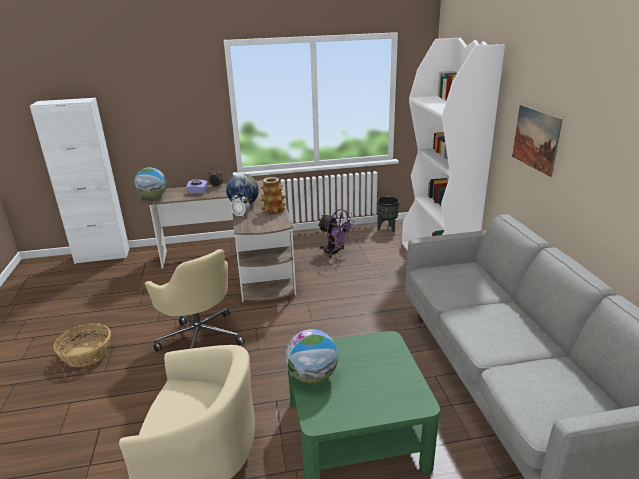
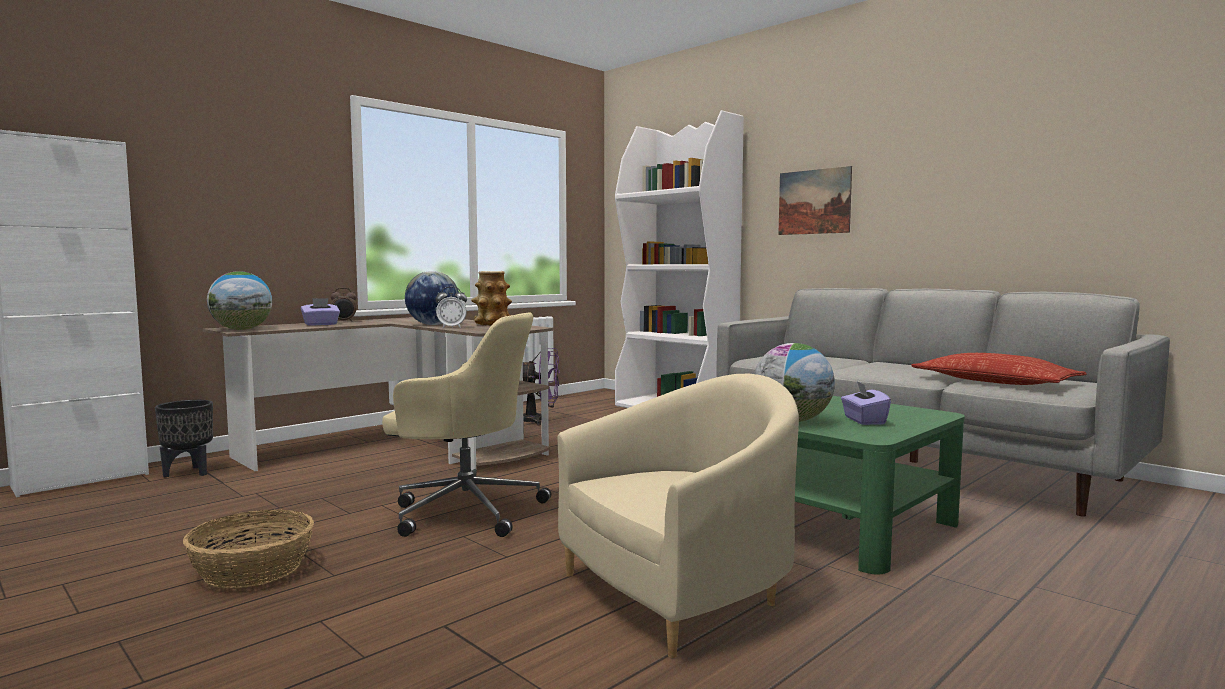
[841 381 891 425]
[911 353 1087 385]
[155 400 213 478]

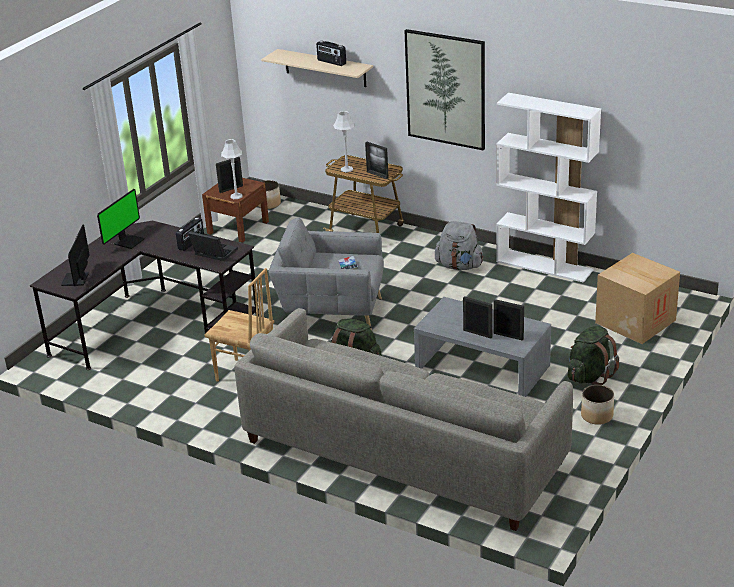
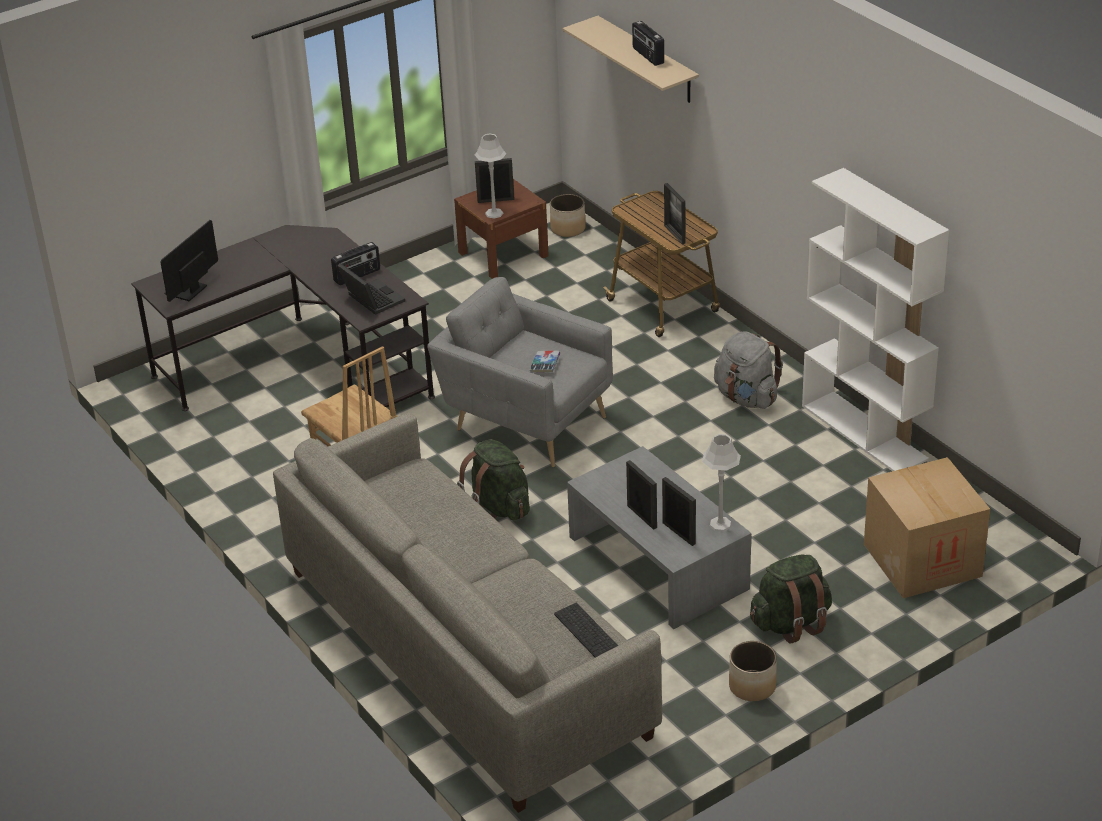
[97 189 145 249] (first image)
[404 29 485 150] (first image)
[554 603 618 658]
[702 434 741 532]

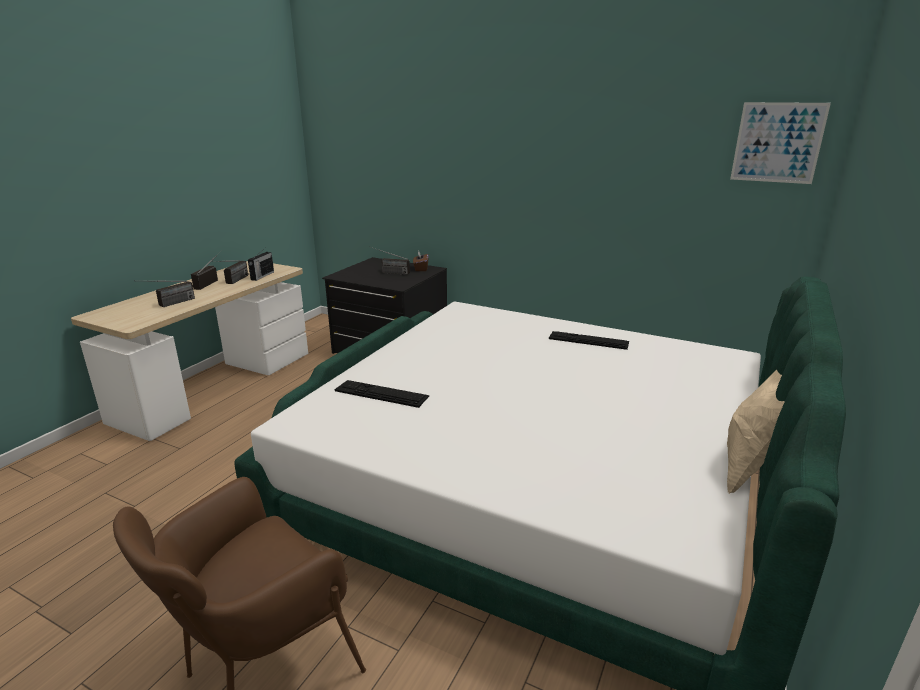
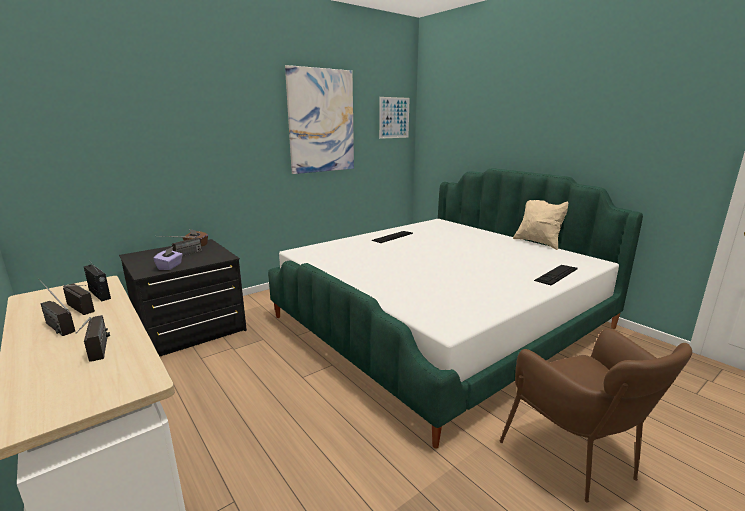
[153 247 183 270]
[285 65 354 174]
[534 265 578 286]

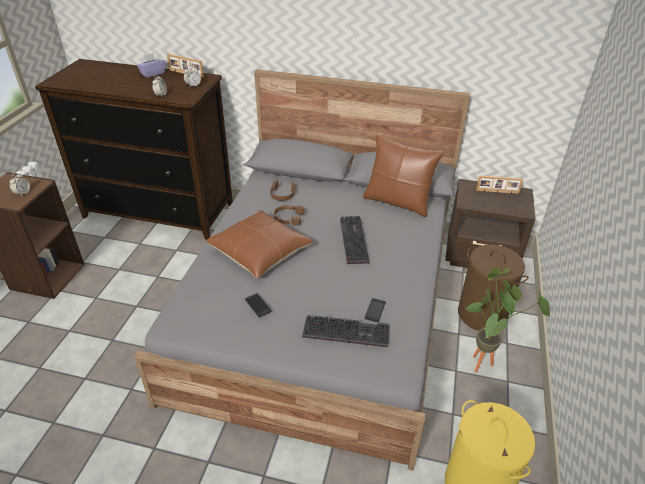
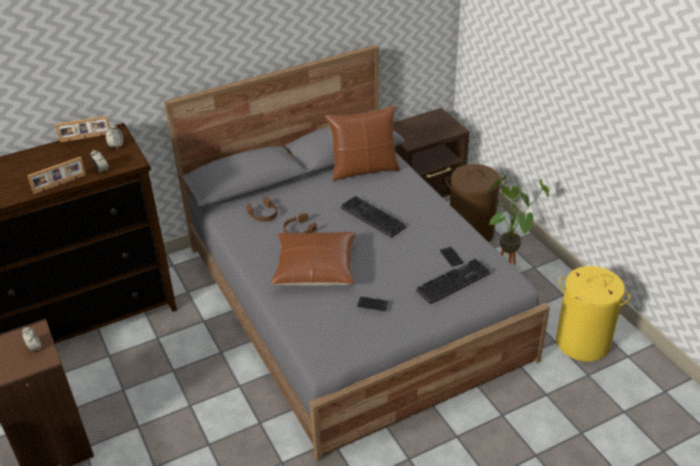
[137 53 166 78] (first image)
[27 157 86 194]

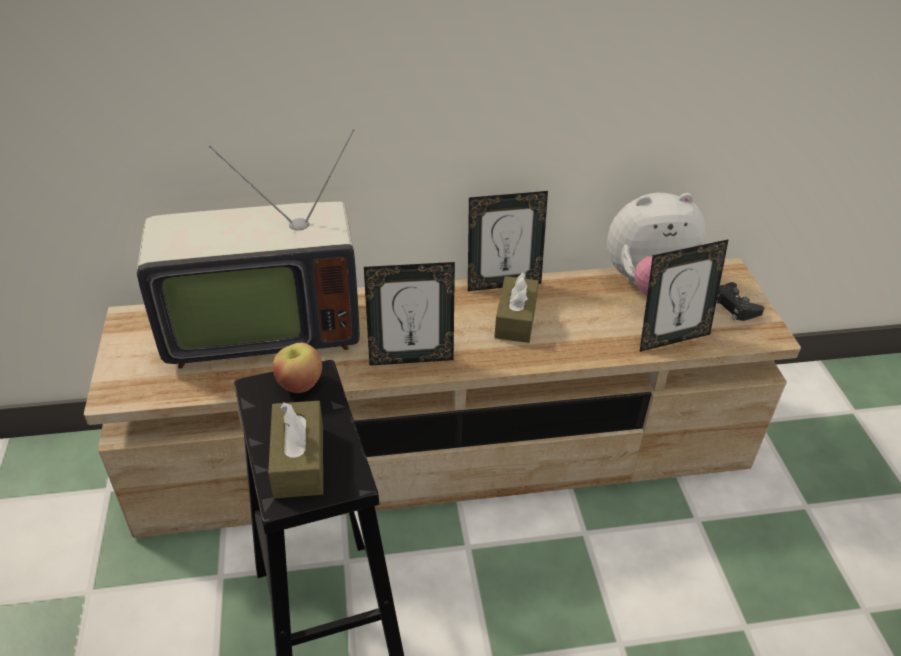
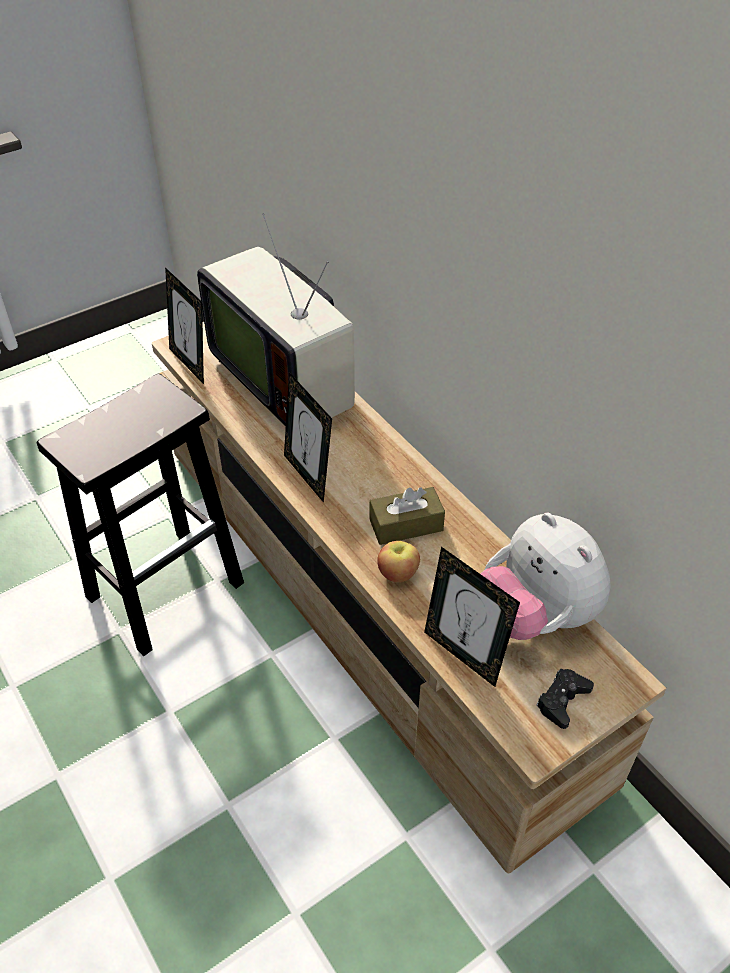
[268 401 323 499] (first image)
[377 541 420 582]
[165 267 204 384]

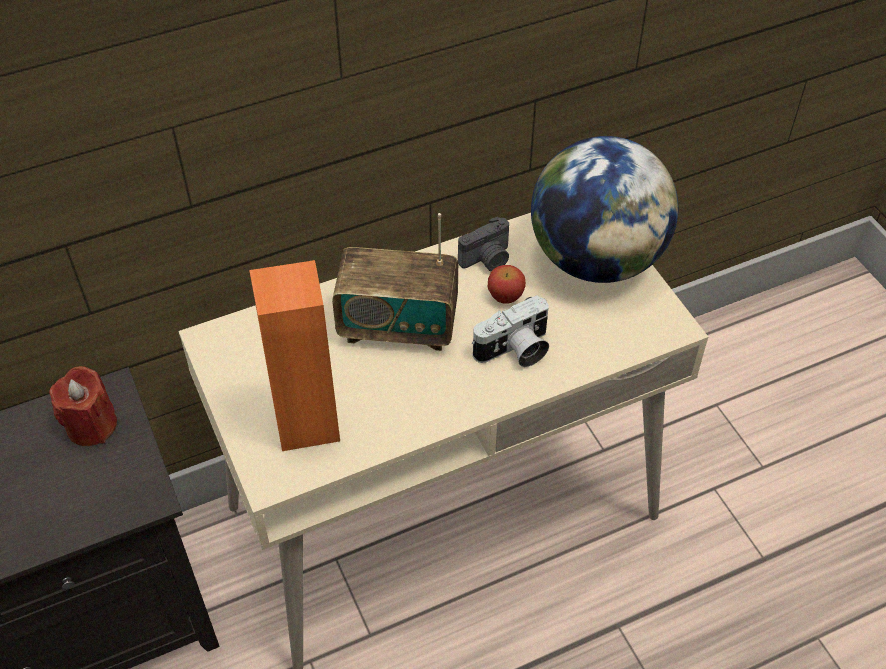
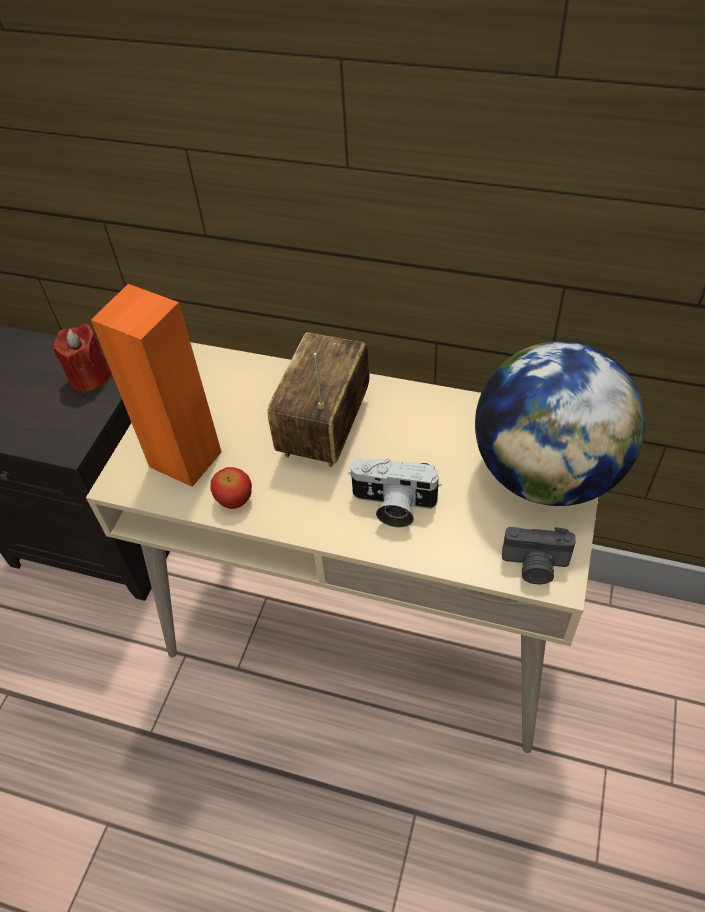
[502 527 575 584]
[210 467 252 509]
[268 332 370 467]

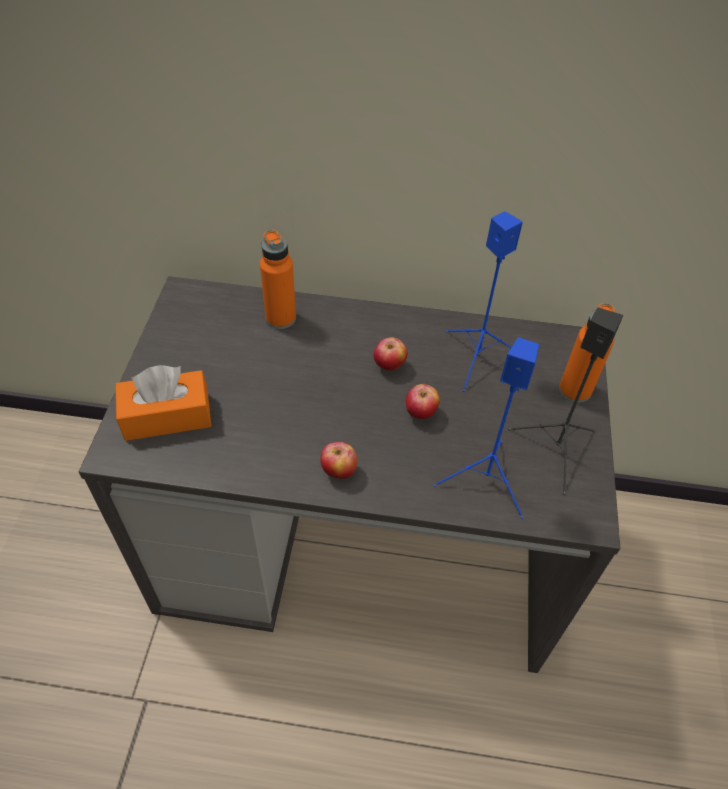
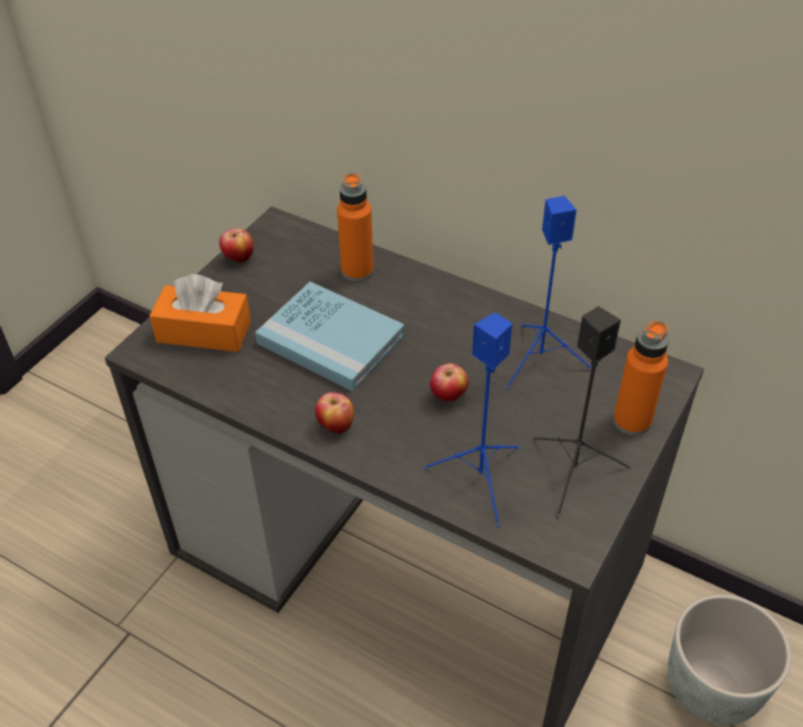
[255 282 405 391]
[668 594 791 725]
[219 228 254 263]

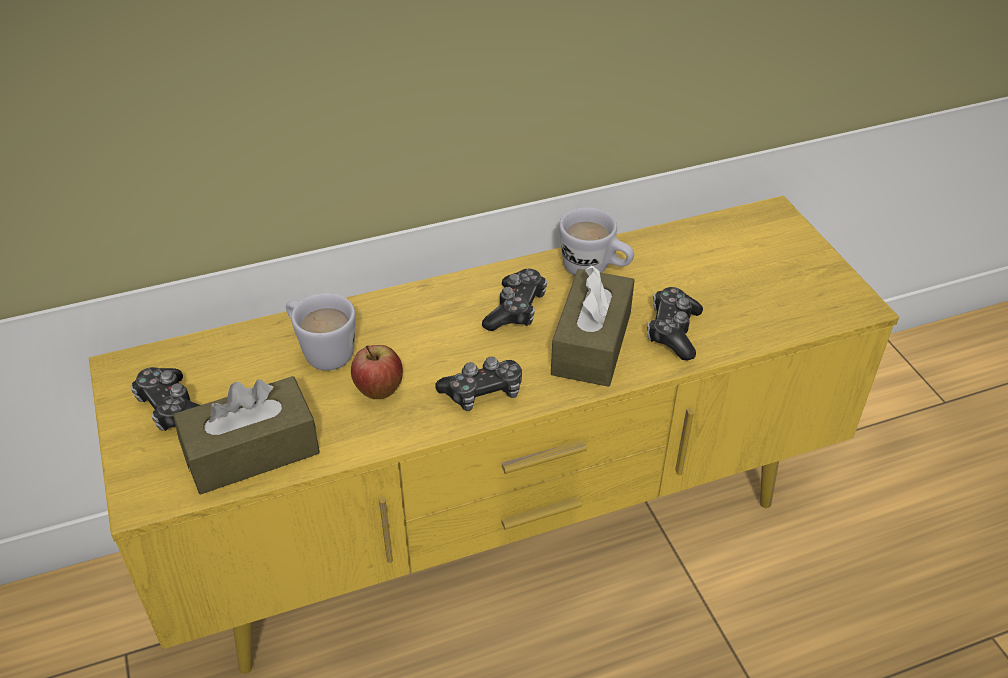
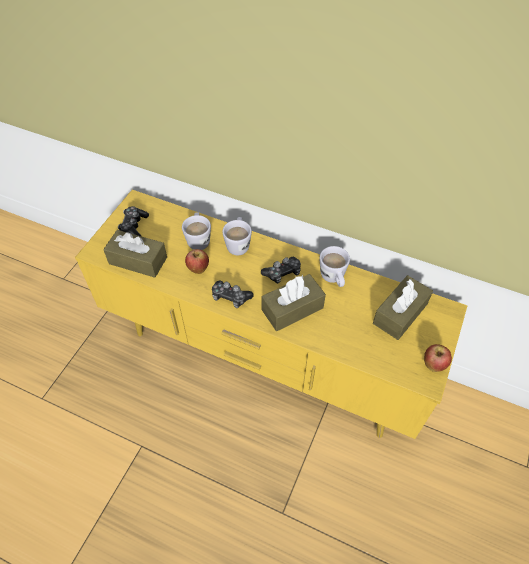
[647 287 703 360] (first image)
[222 217 252 255]
[373 275 433 340]
[424 344 452 372]

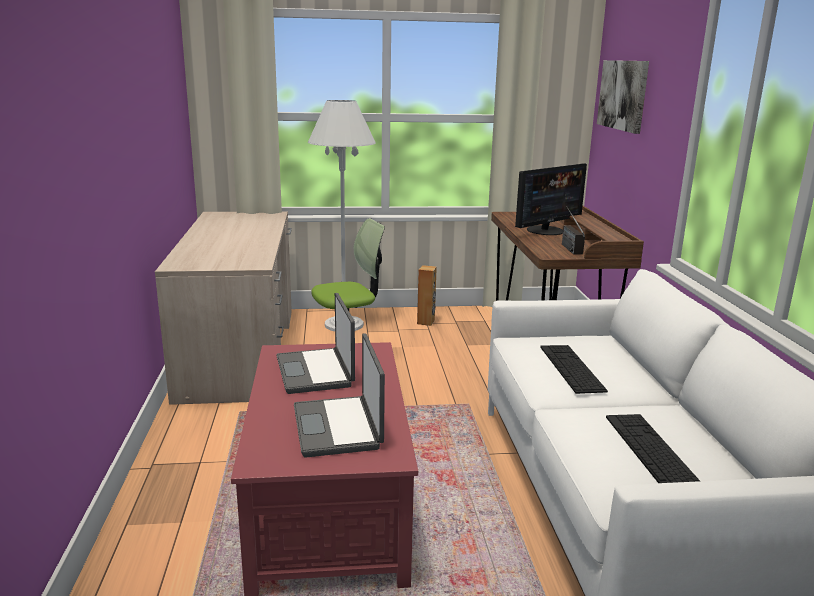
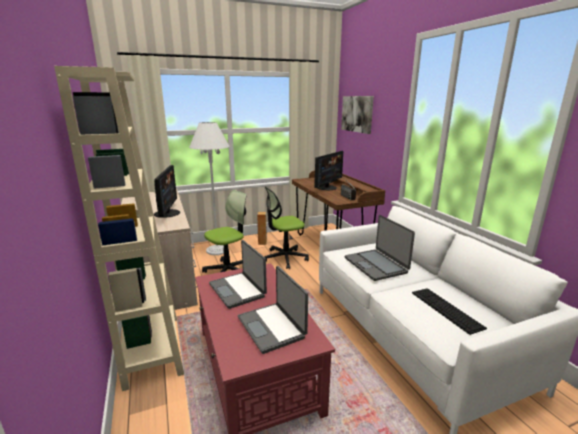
[54 66 184 391]
[154 165 180 218]
[265 186 309 269]
[345 215 415 281]

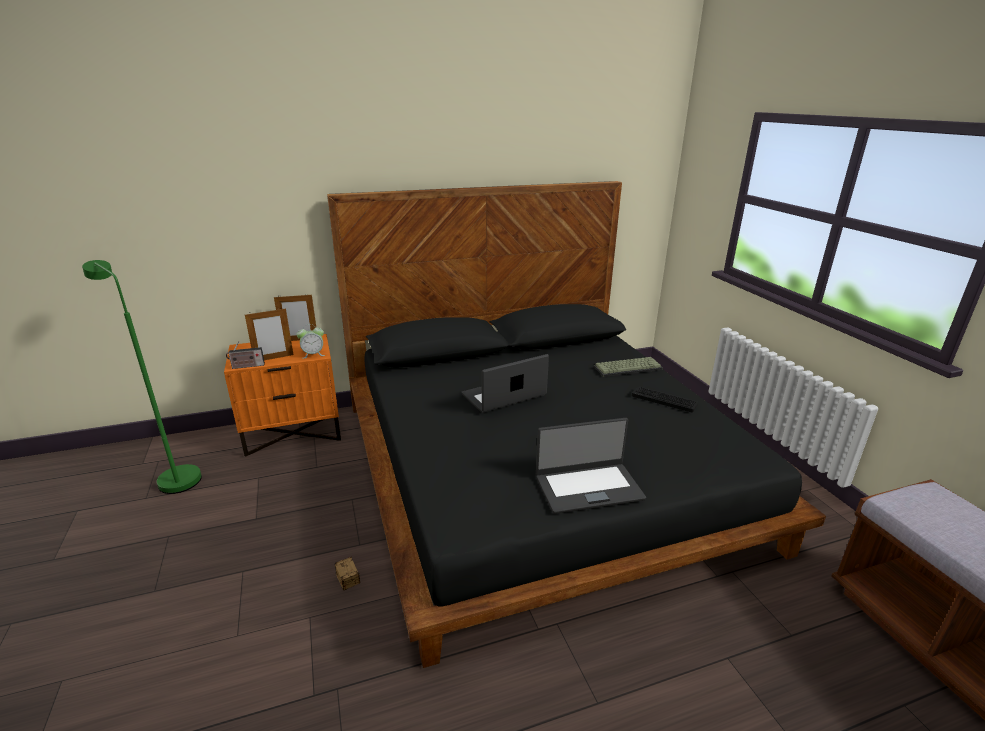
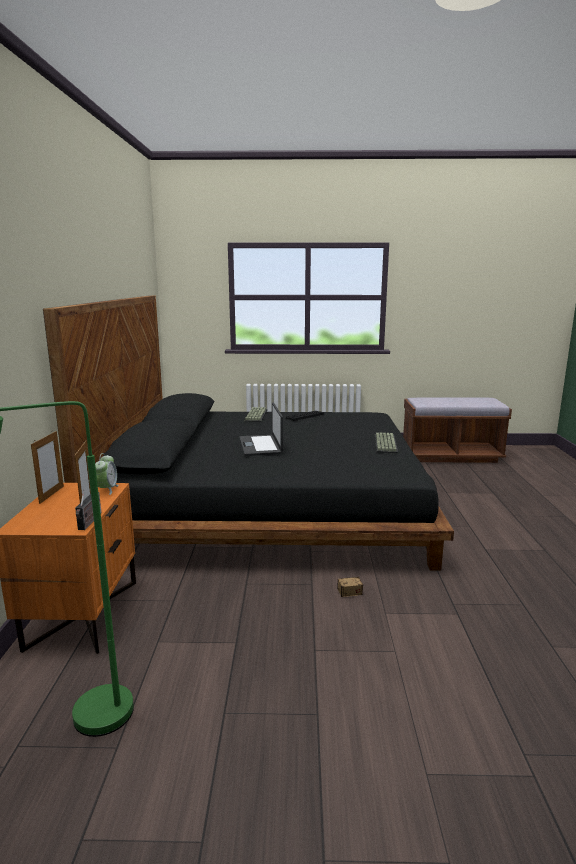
[375 432 398 453]

